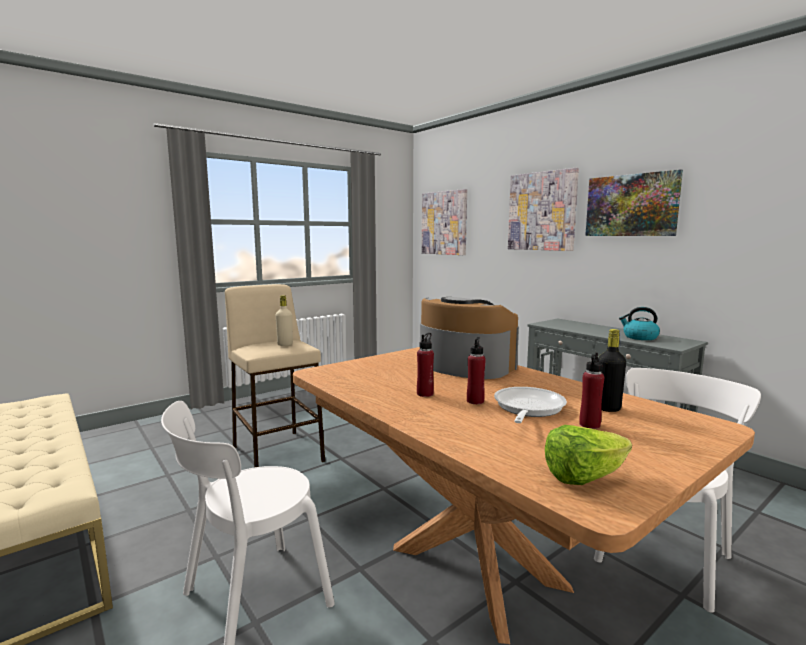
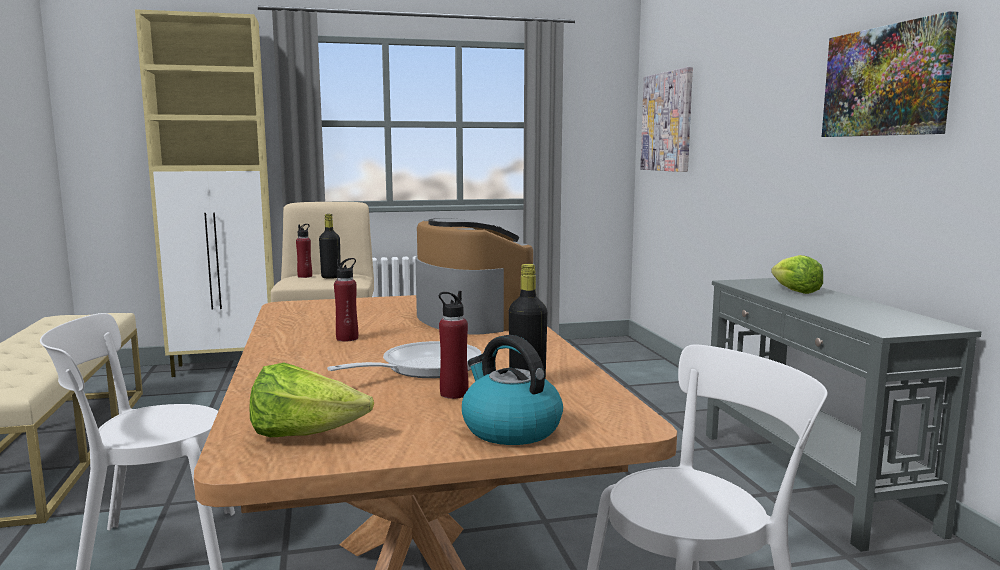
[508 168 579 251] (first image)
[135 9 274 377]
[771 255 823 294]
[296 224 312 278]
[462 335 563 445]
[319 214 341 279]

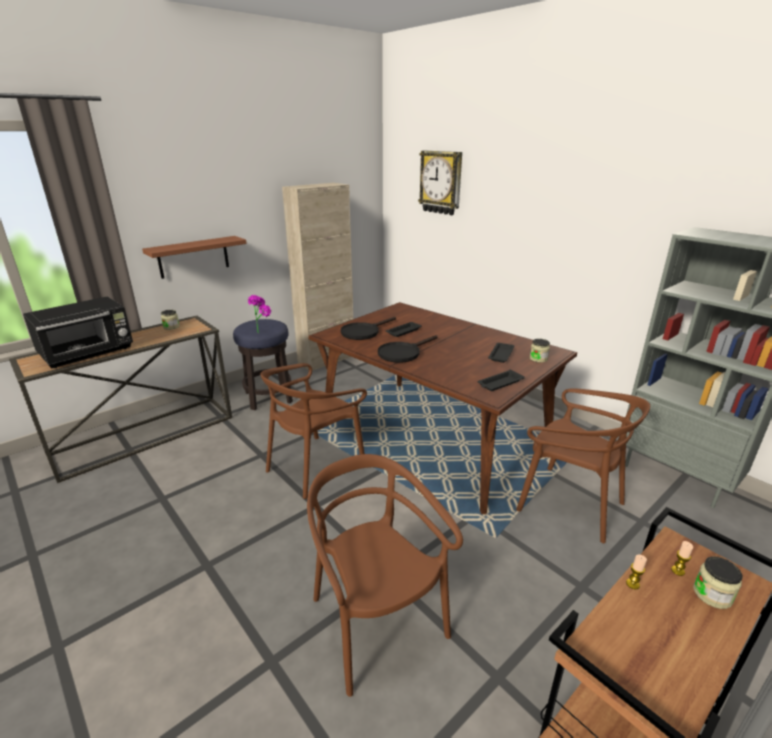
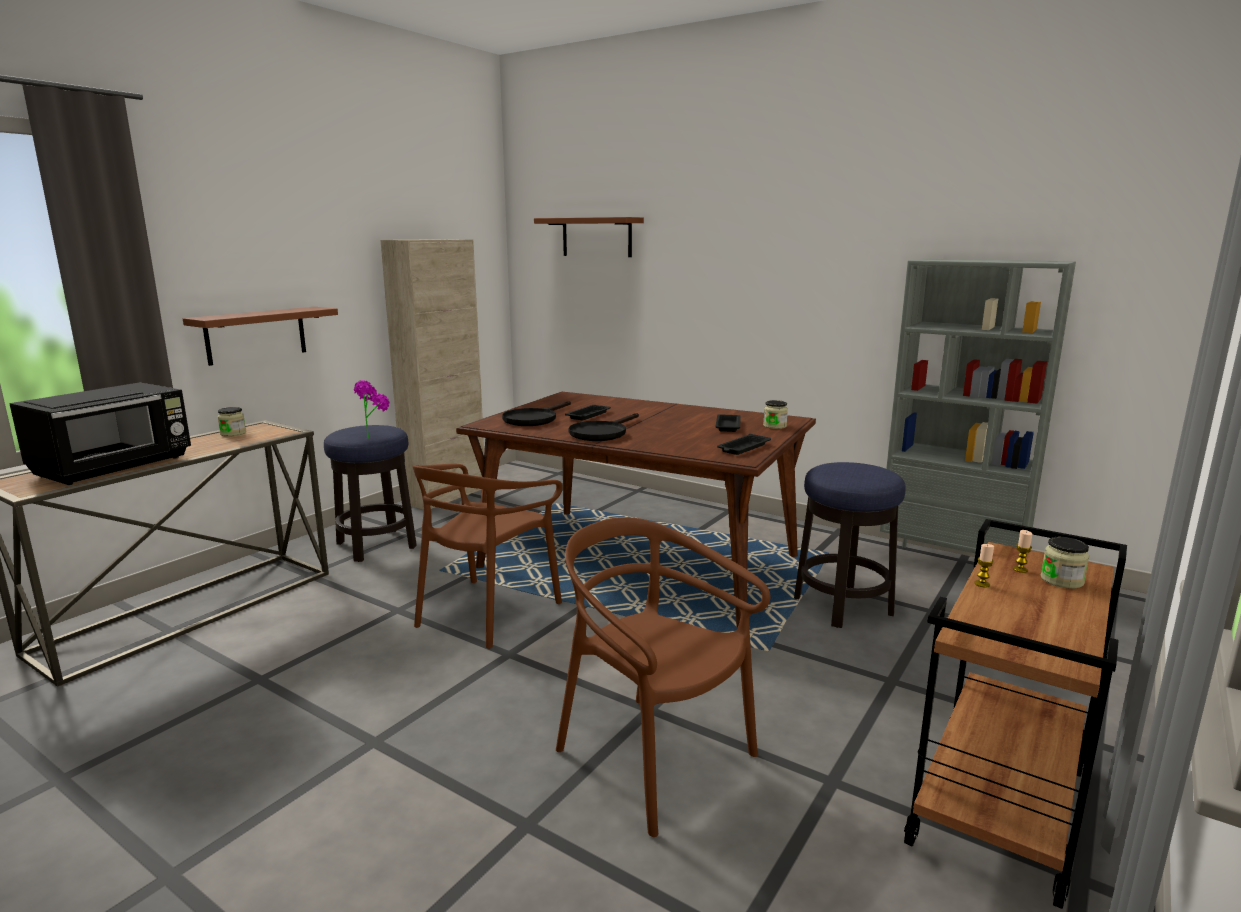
[534 217 644 257]
[794 462 906 628]

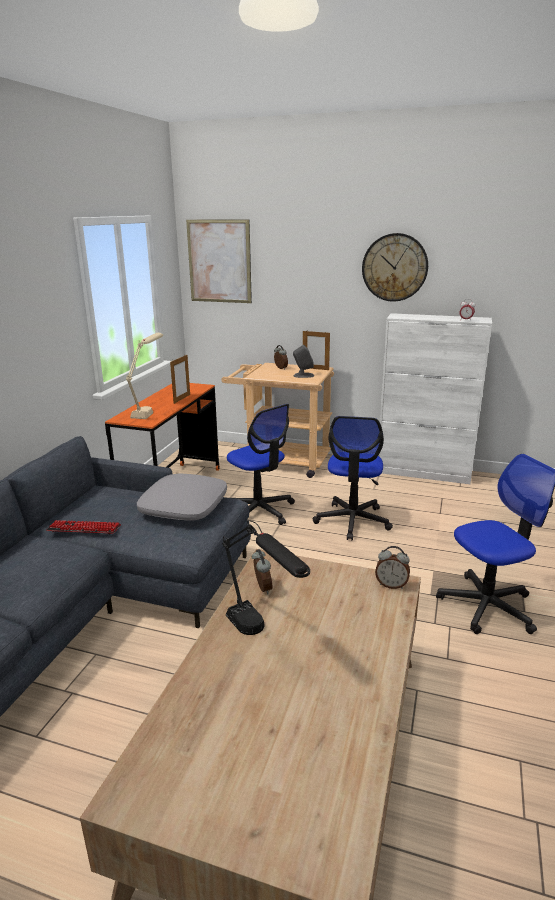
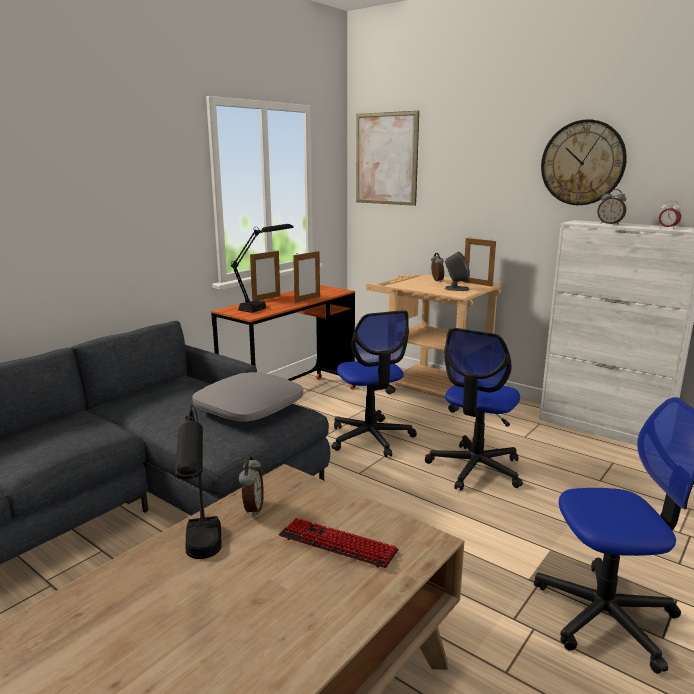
[250 250 280 301]
[279 518 399 568]
[597 189 626 225]
[231 224 294 313]

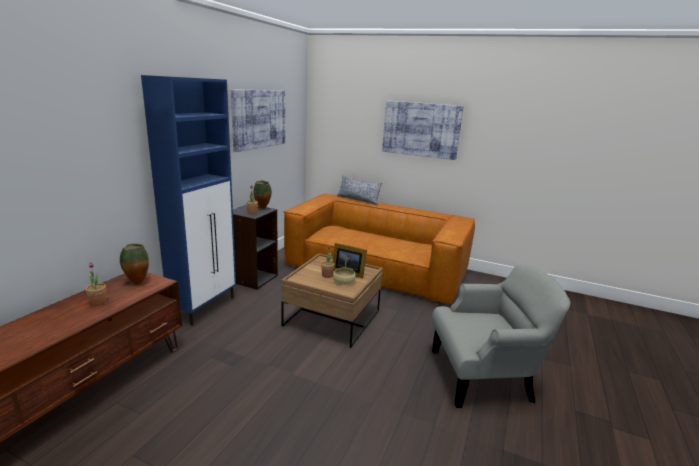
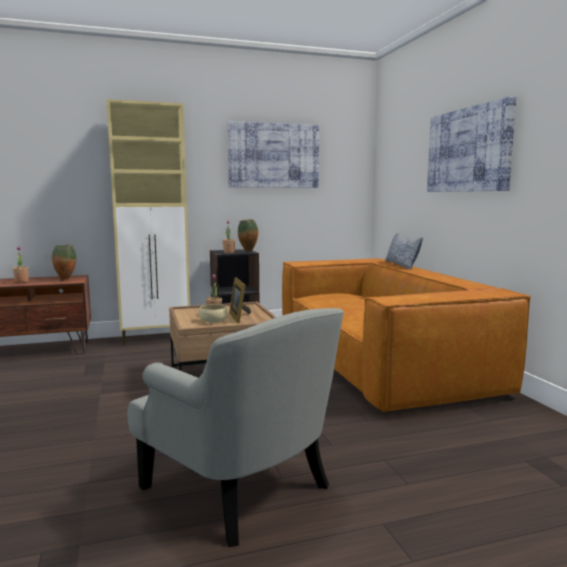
[107 99 190 345]

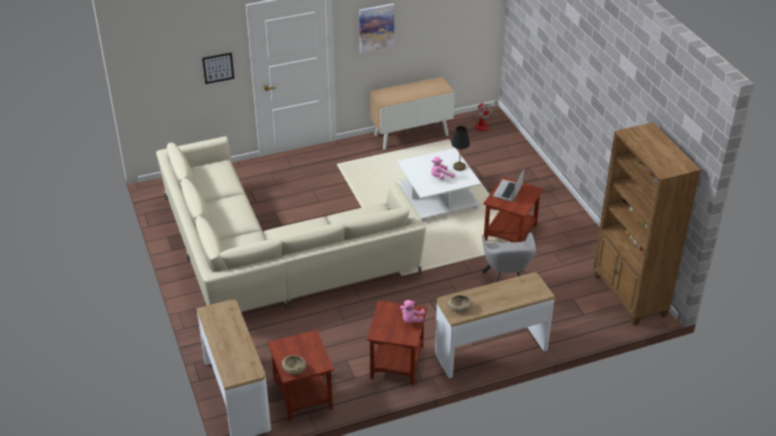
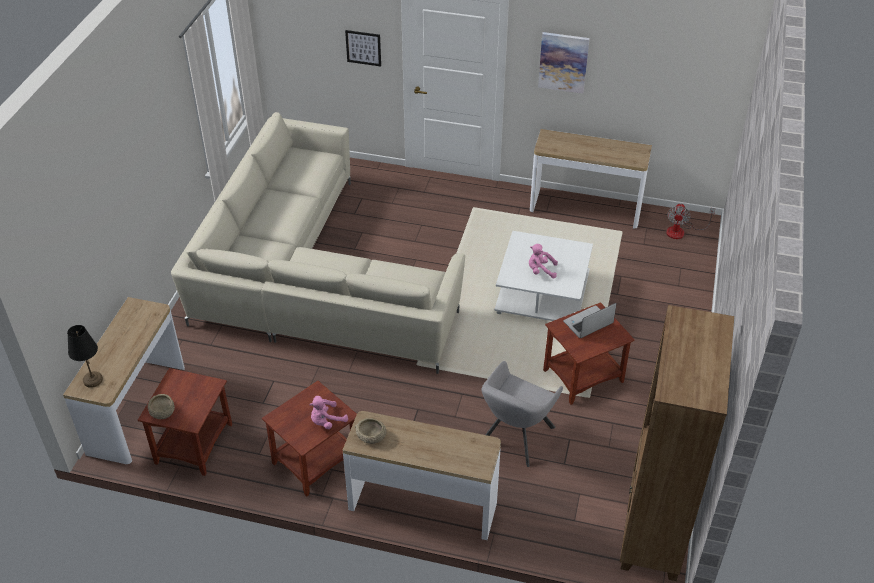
[67 325 103 388]
[530 129 652 229]

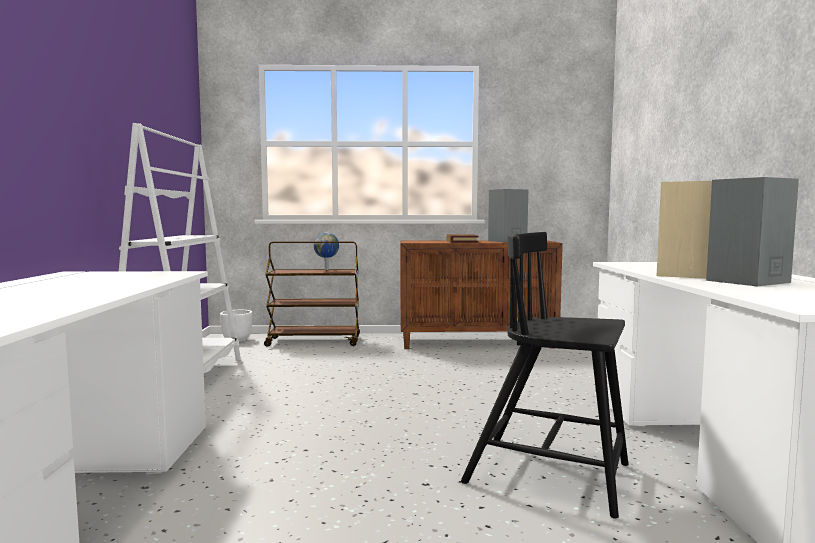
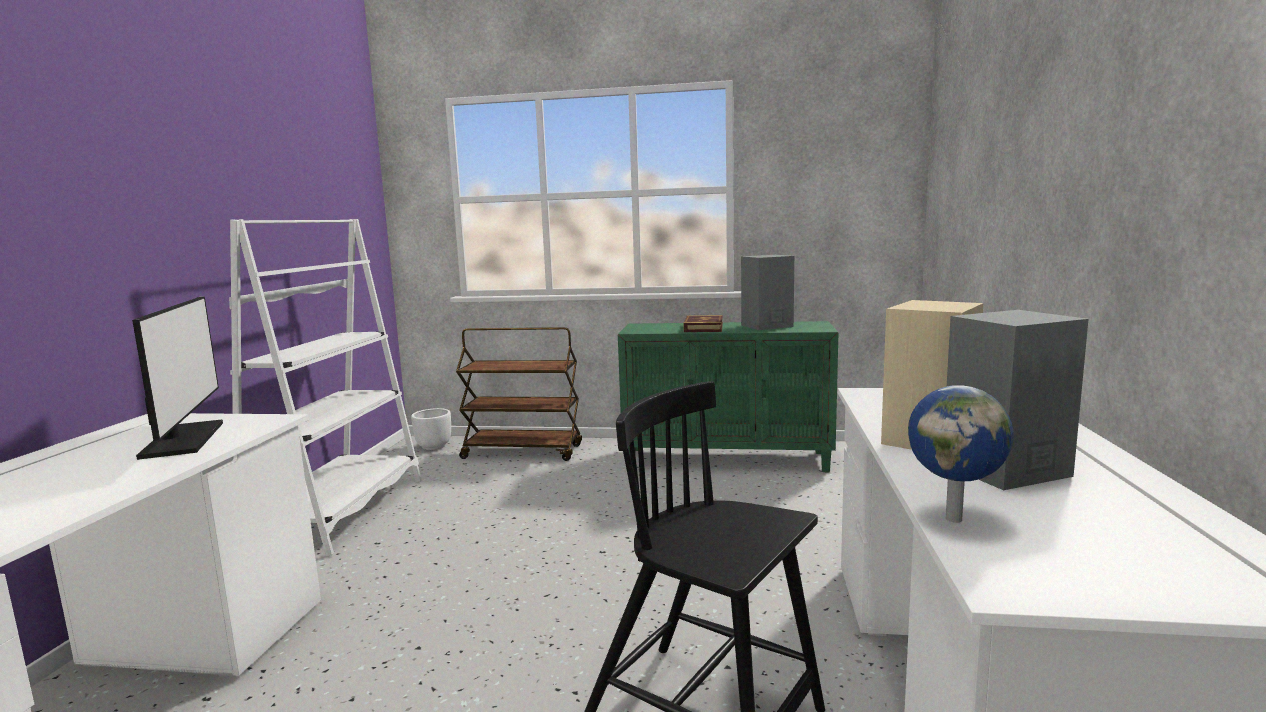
[132 296 223 460]
[908 385 1014 523]
[618 321 839 472]

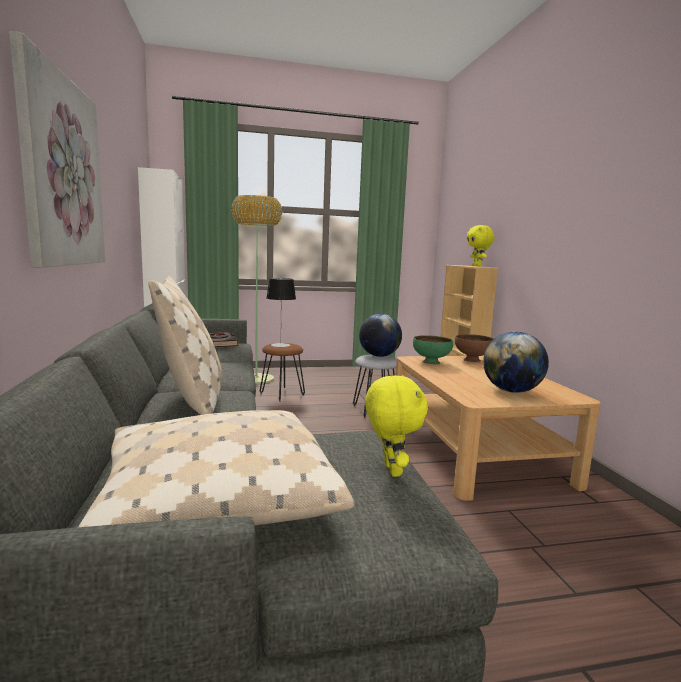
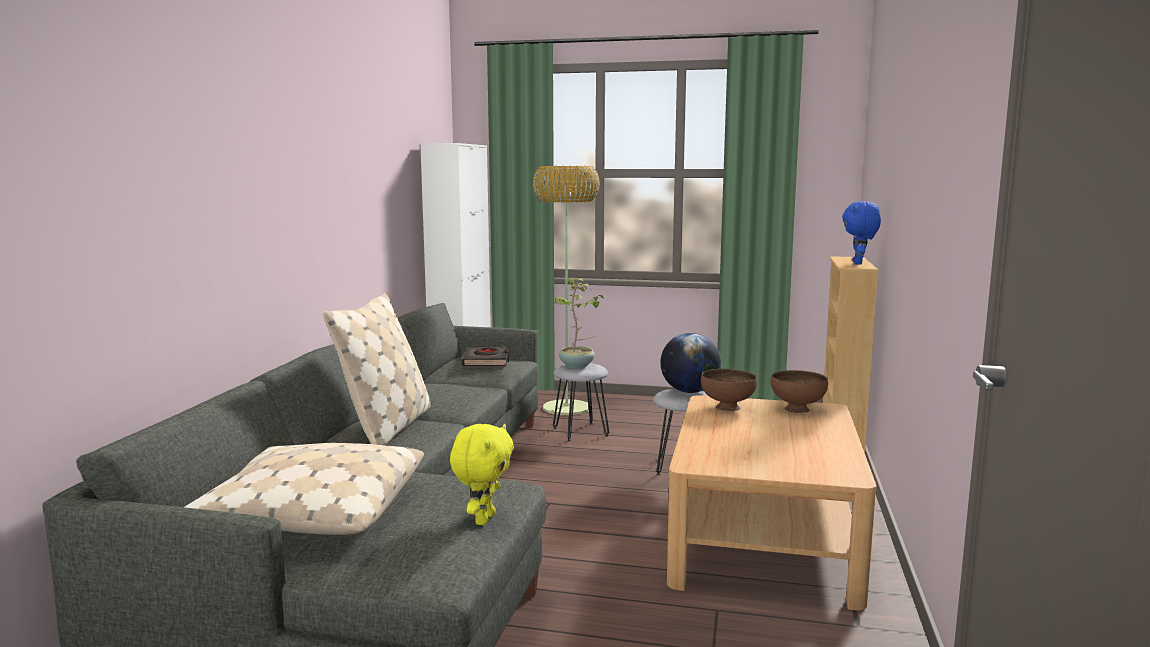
[9 31 105 268] (first image)
[483 331 549 393] (first image)
[554 278 604 369]
[553 363 609 442]
[701 369 757 411]
[842 201 881 265]

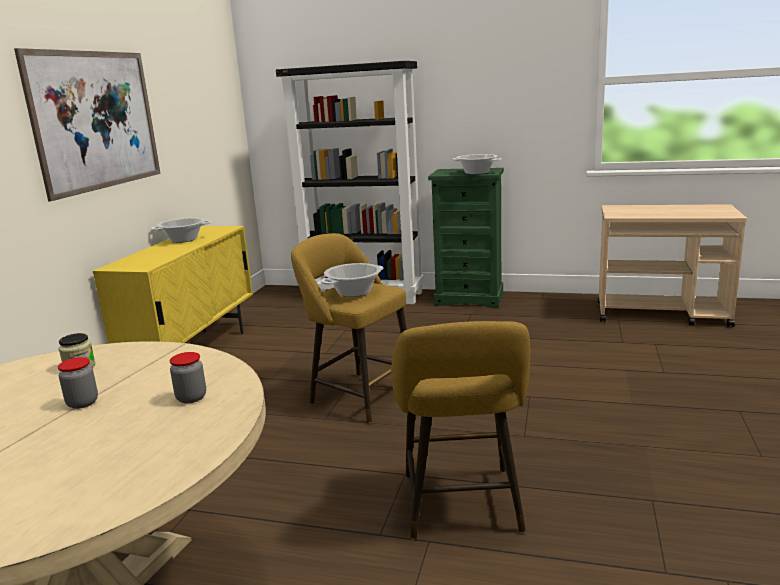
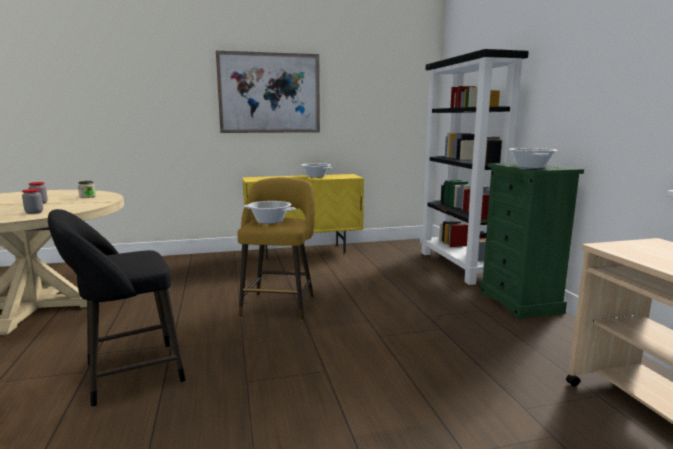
[48 209 186 407]

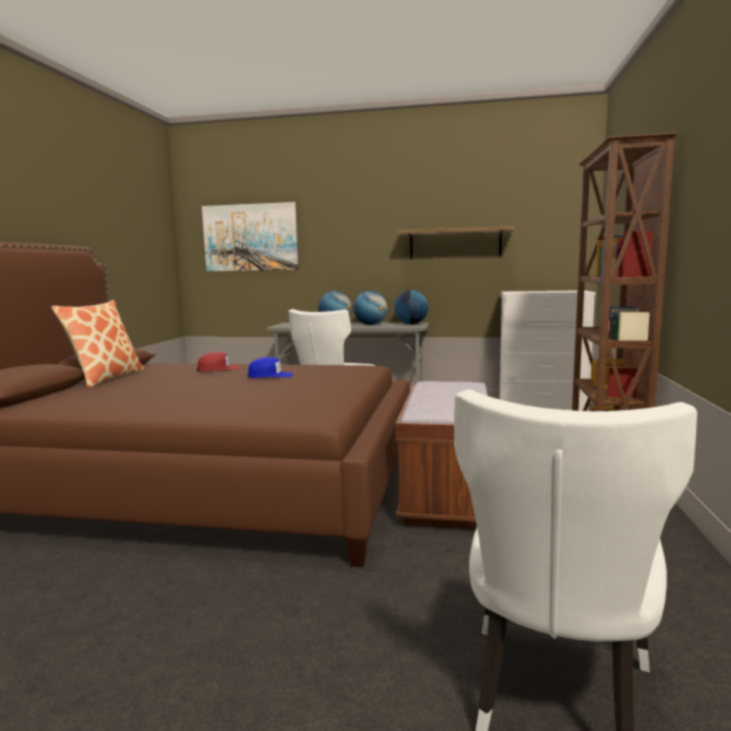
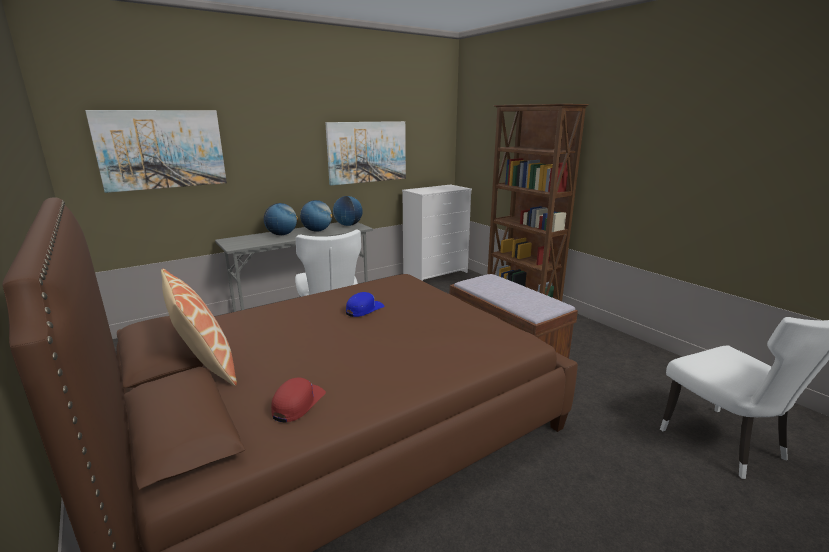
[271 377 326 422]
[325 121 406 186]

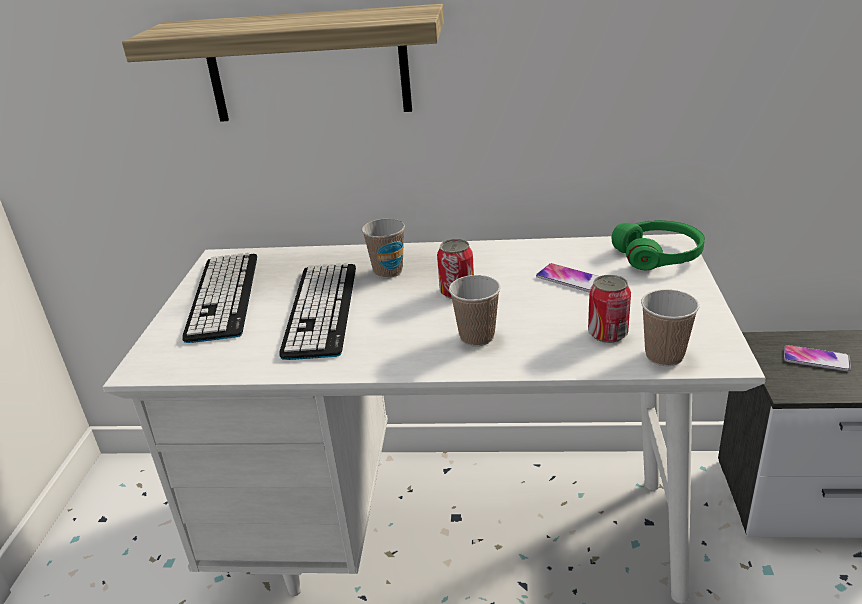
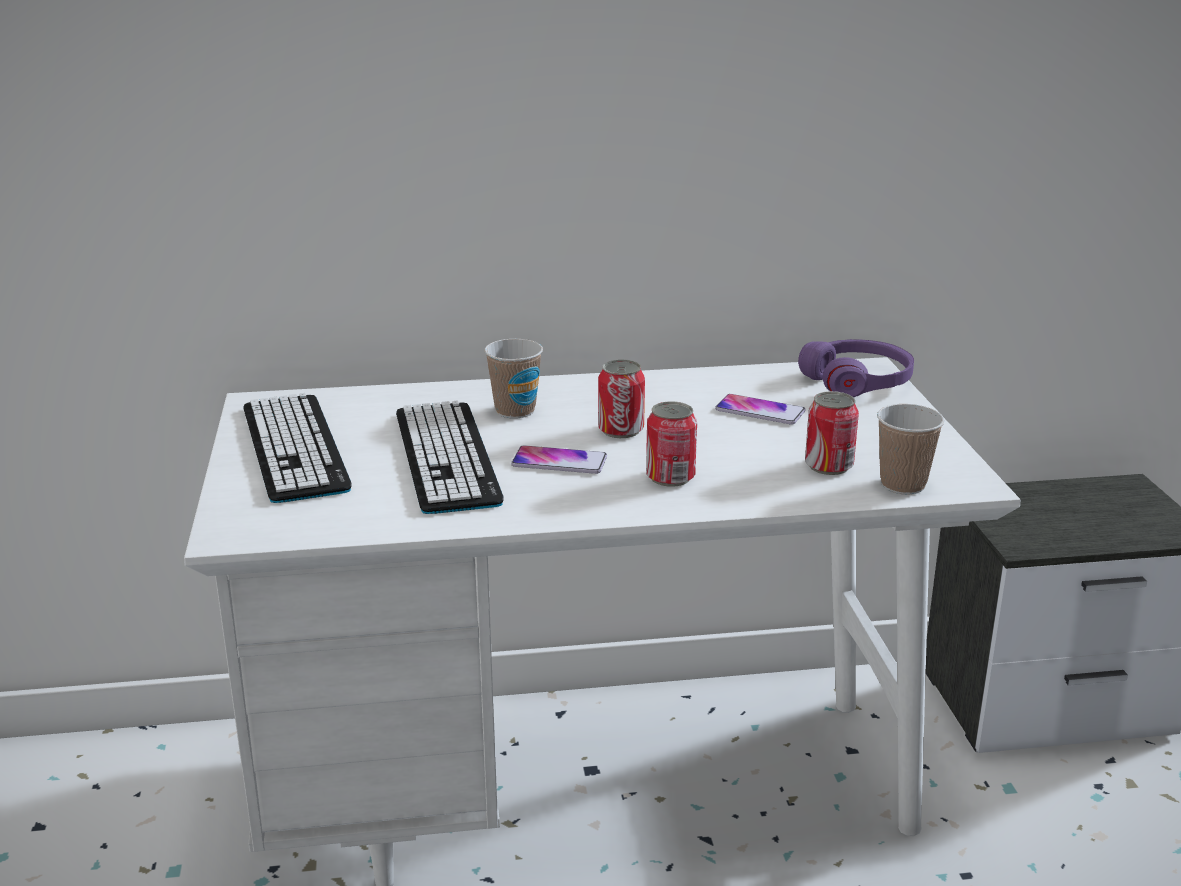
[122 4 444 122] (first image)
[511 445 607 474]
[646 401 697 487]
[798 339 914 397]

